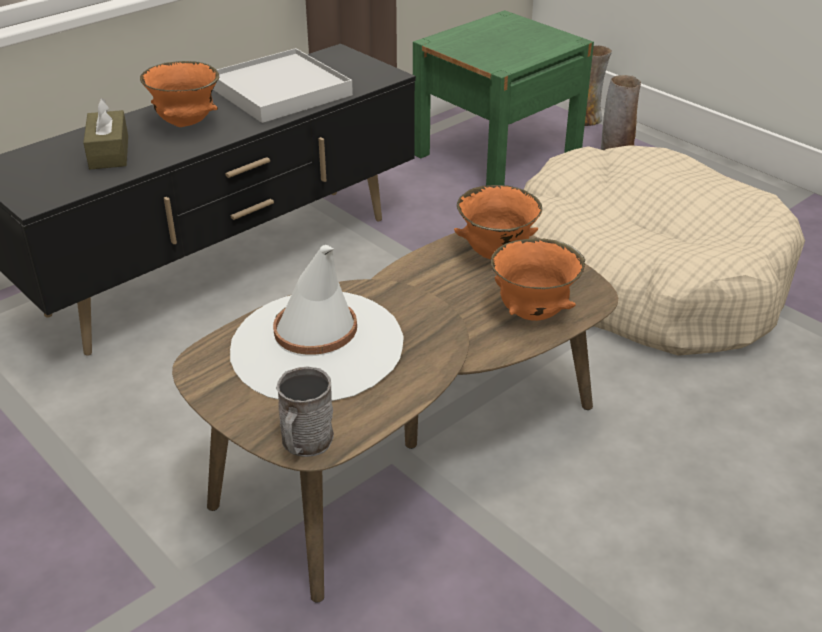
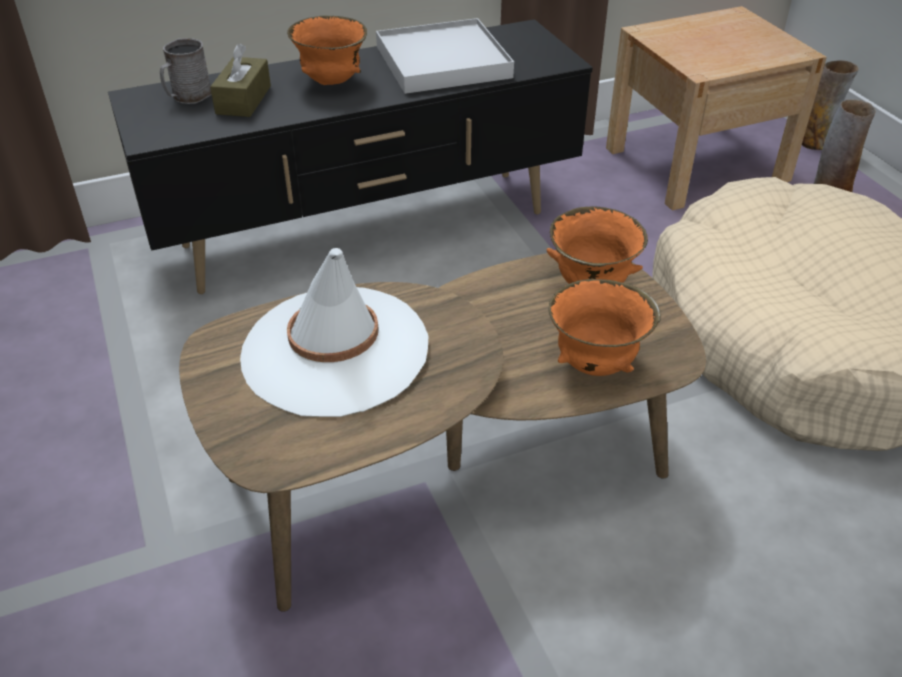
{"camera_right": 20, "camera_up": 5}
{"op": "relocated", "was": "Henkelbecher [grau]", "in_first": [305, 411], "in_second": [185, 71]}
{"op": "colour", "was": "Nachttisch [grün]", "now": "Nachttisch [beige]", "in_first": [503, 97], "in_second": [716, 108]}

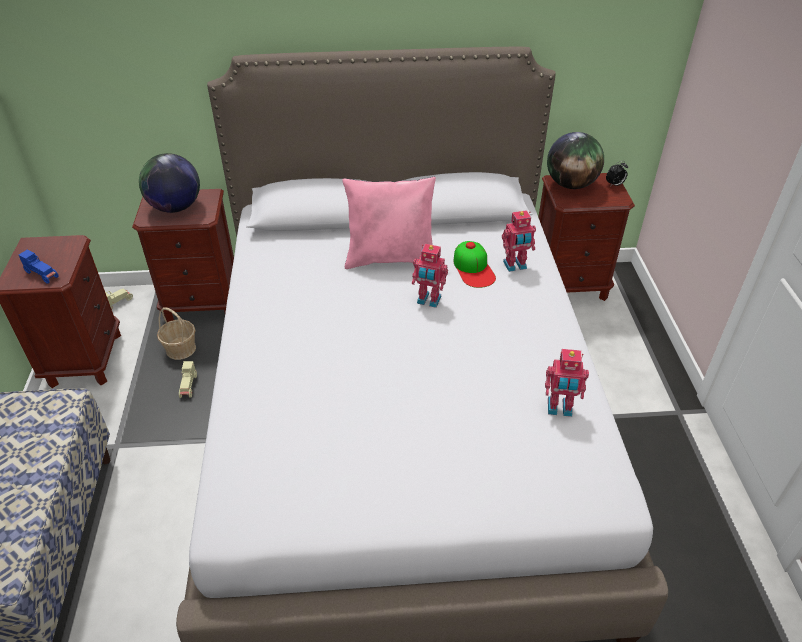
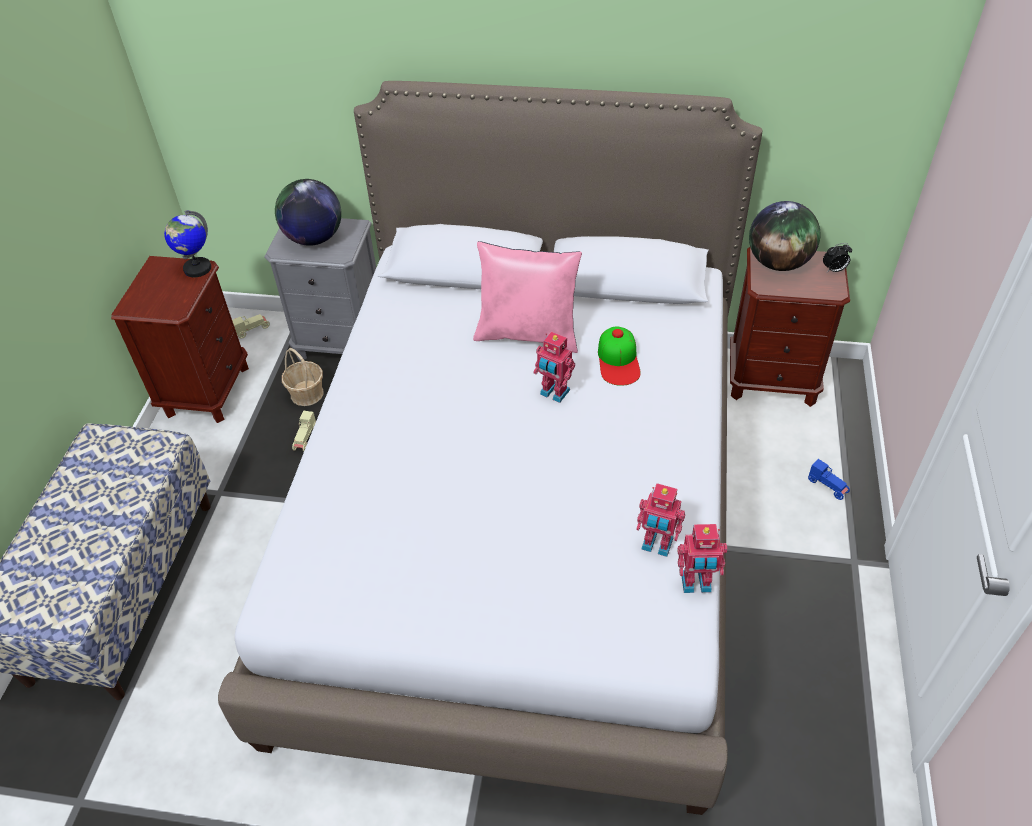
{"camera_right": 15, "camera_up": 5}
{"op": "appeared", "now": "Globus", "in_second": [187, 243]}
{"op": "colour", "was": "Nachttisch [braun]", "now": "Nachttisch [grau]", "in_first": [183, 255], "in_second": [320, 289]}
{"op": "relocated", "was": "Spielzeugroboter", "in_first": [519, 241], "in_second": [702, 558]}
{"op": "relocated", "was": "Spielzeugauto [blau]", "in_first": [38, 266], "in_second": [829, 479]}

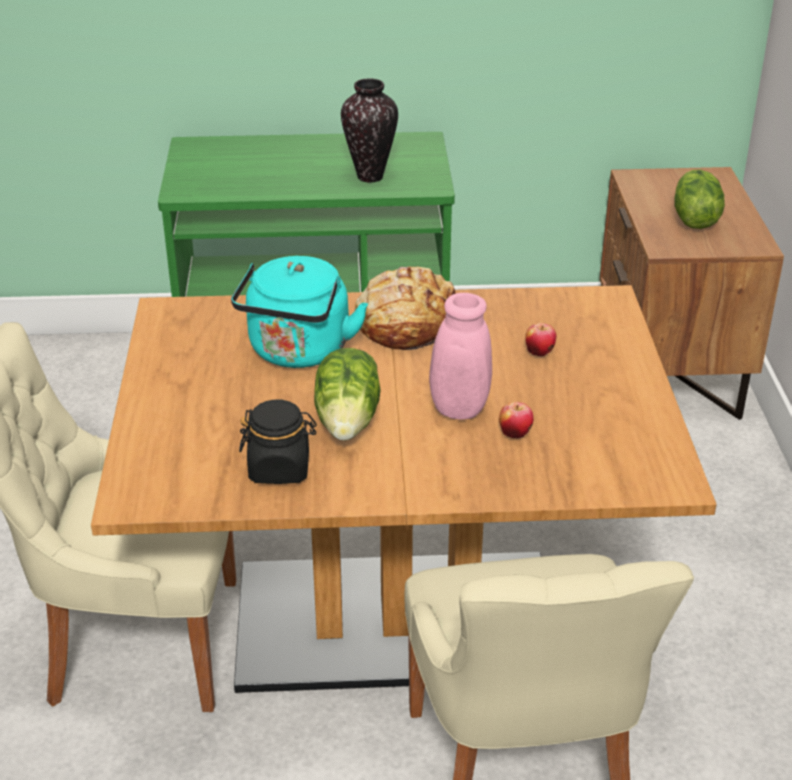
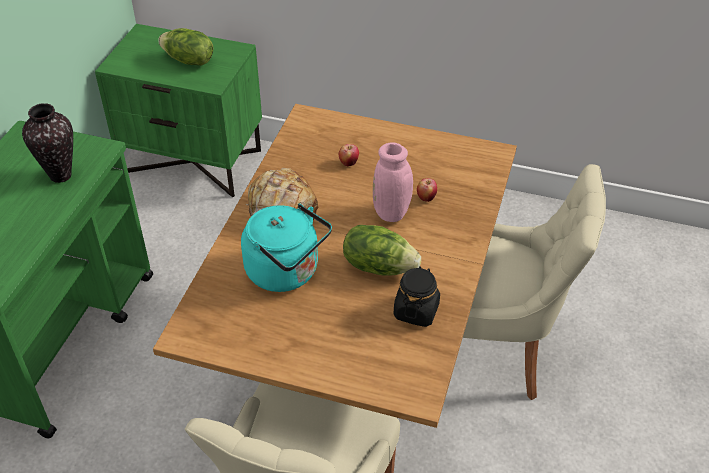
{"camera_right": -70, "camera_up": 10}
{"op": "colour", "was": "Nachttisch [braun]", "now": "Nachttisch [grün]", "in_first": [691, 293], "in_second": [178, 111]}

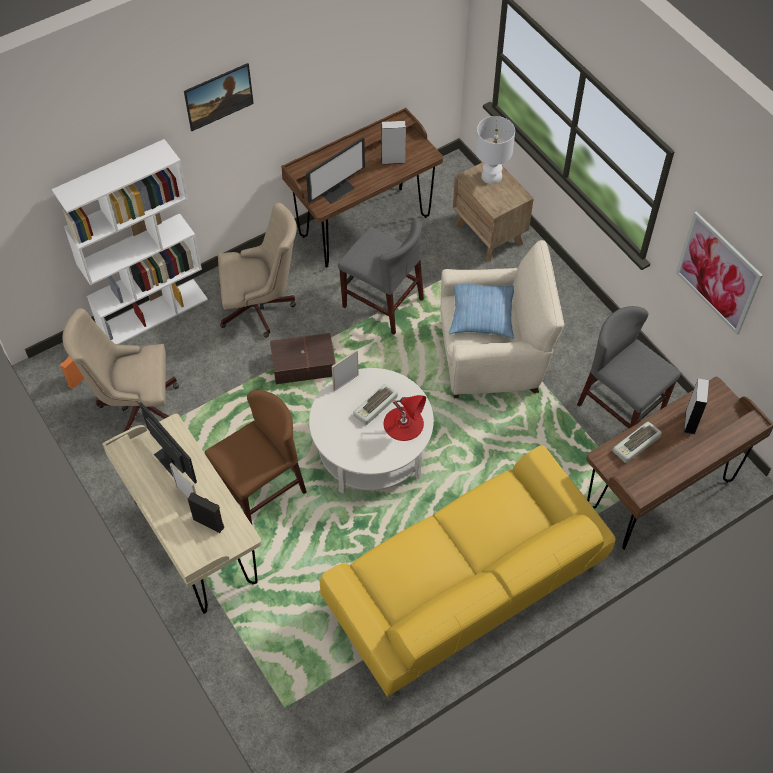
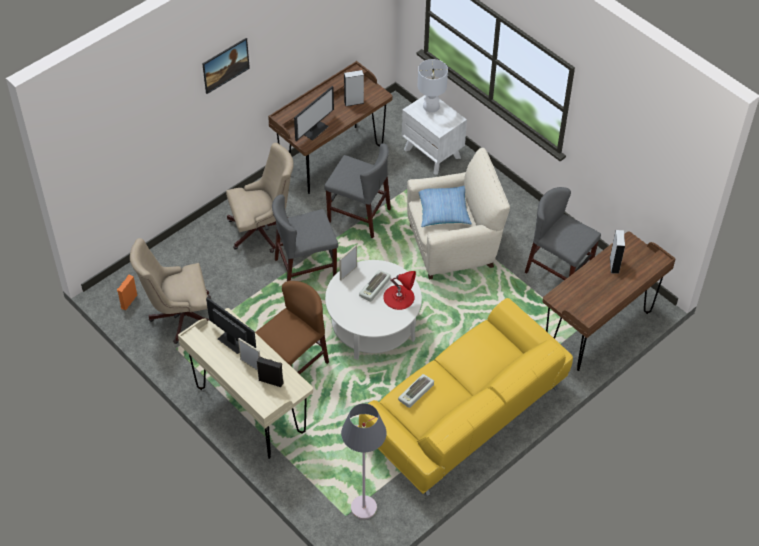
{"camera_right": -10, "camera_up": -5}
{"op": "exchanged", "was": "Aufbewahrungsbox [braun]", "now": "Stuhl [grau]", "in_first": [302, 358], "in_second": [305, 237]}
{"op": "appeared", "now": "Stehlampe [grau]", "in_second": [364, 461]}
{"op": "relocated", "was": "Tastatur", "in_first": [637, 442], "in_second": [416, 391]}
{"op": "colour", "was": "Nachttisch [braun]", "now": "Nachttisch [weiß]", "in_first": [493, 212], "in_second": [434, 135]}
{"op": "missing", "was": "Bücherregal [weiß]", "in_first": [130, 242]}
{"op": "missing", "was": "Bild", "in_first": [719, 273]}

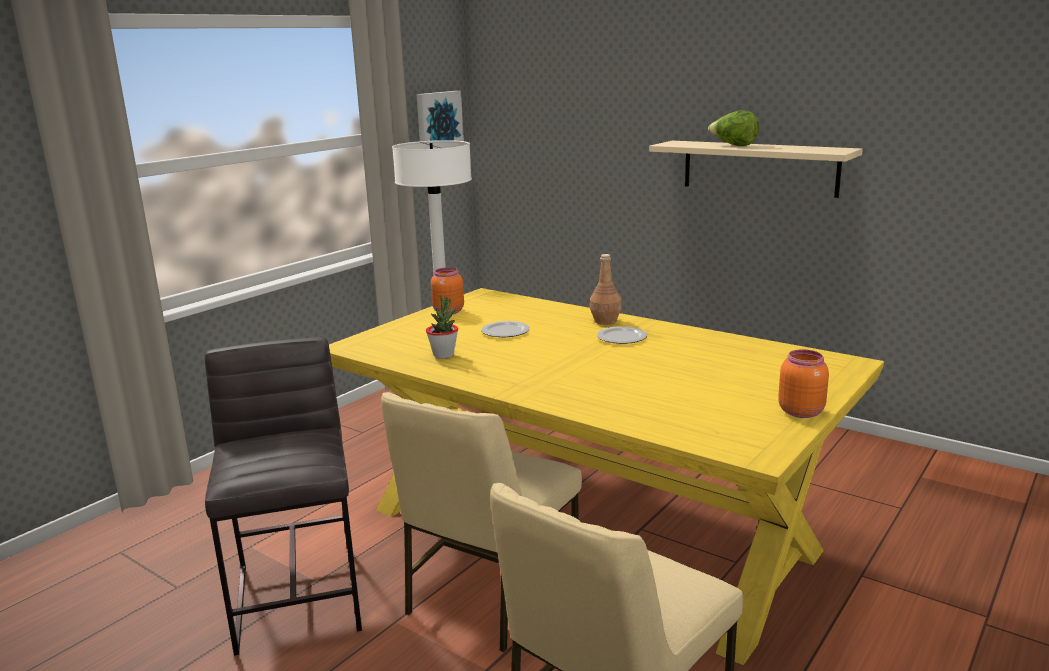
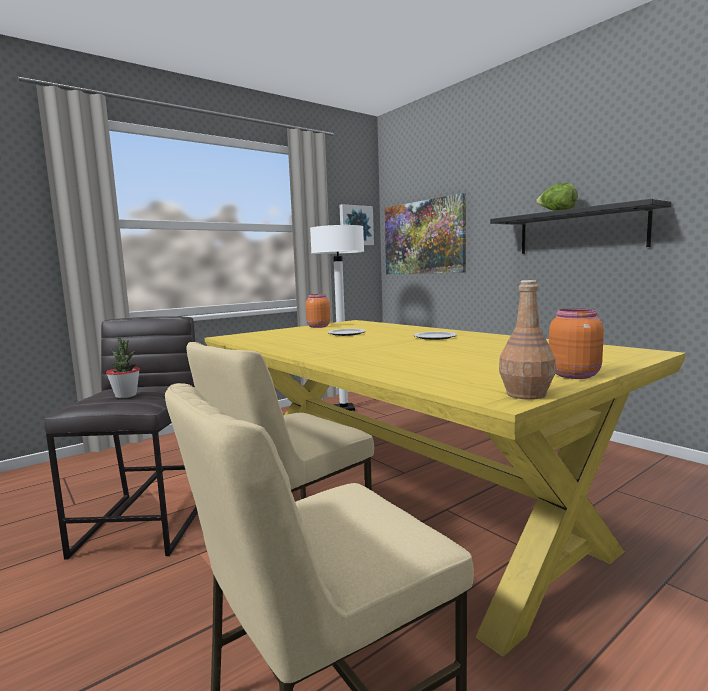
{"camera_right": 15, "camera_up": -10}
{"op": "relocated", "was": "Topfpflanze", "in_first": [442, 327], "in_second": [123, 368]}
{"op": "appeared", "now": "Bild", "in_second": [425, 233]}
{"op": "colour", "was": "Wandregal [beige]", "now": "Wandregal [schwarz]", "in_first": [756, 169], "in_second": [580, 226]}
{"op": "relocated", "was": "Flasche [braun]", "in_first": [606, 289], "in_second": [527, 340]}

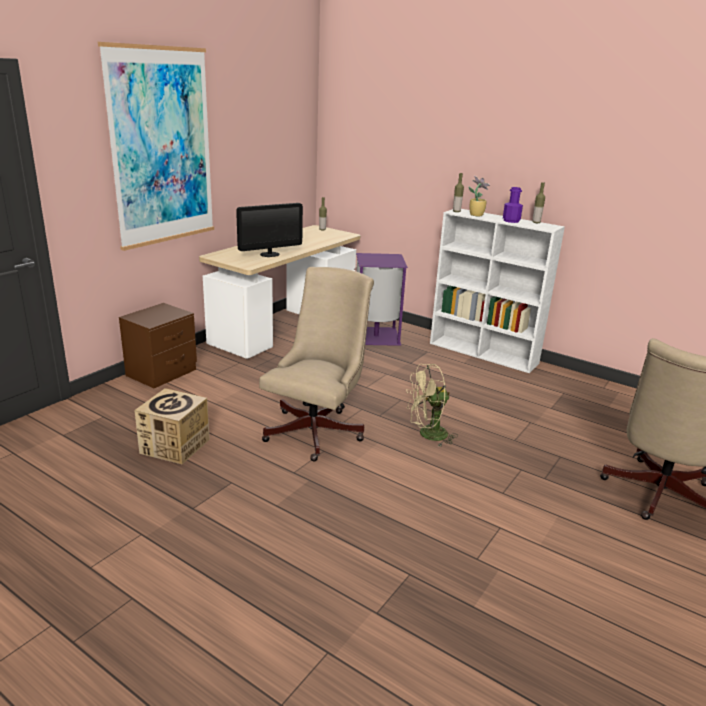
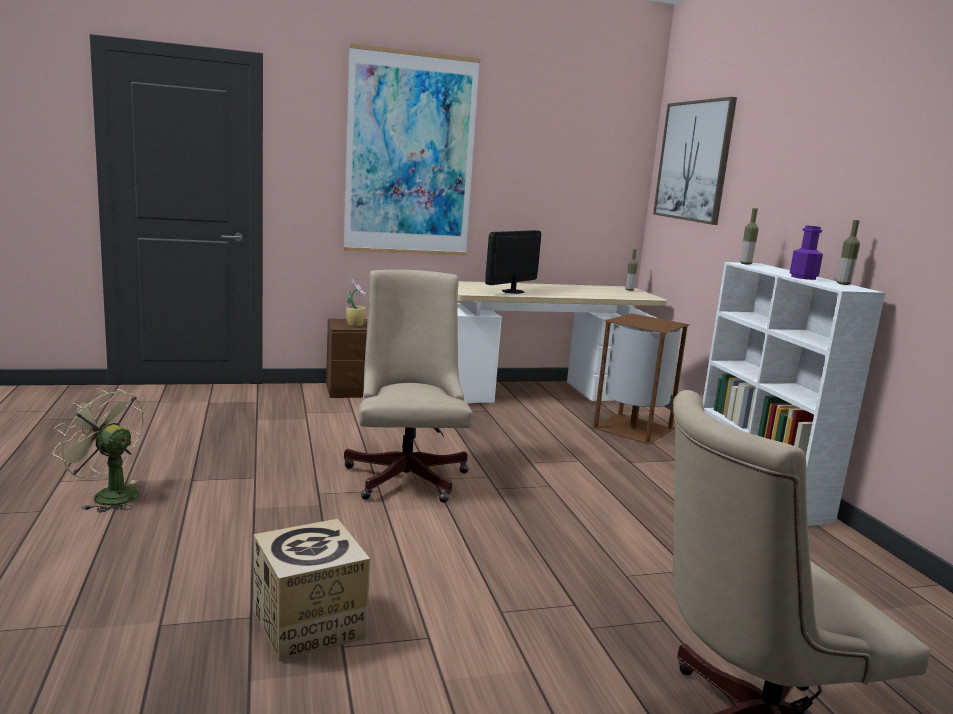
{"camera_right": 40, "camera_up": -10}
{"op": "relocated", "was": "Ventilator [beige]", "in_first": [432, 405], "in_second": [98, 450]}
{"op": "relocated", "was": "Karton", "in_first": [172, 426], "in_second": [312, 590]}
{"op": "spun", "was": "Bürostuhl [beige]", "in_first": [316, 364], "in_second": [408, 386], "clockwise": -75}
{"op": "relocated", "was": "Topfpflanze", "in_first": [479, 196], "in_second": [356, 302]}
{"op": "spun", "was": "Monitor", "in_first": [269, 230], "in_second": [513, 262], "clockwise": 120}
{"op": "colour", "was": "Mülleimer [lila]", "now": "Mülleimer [braun]", "in_first": [382, 299], "in_second": [640, 378]}
{"op": "appeared", "now": "Bild", "in_second": [695, 161]}

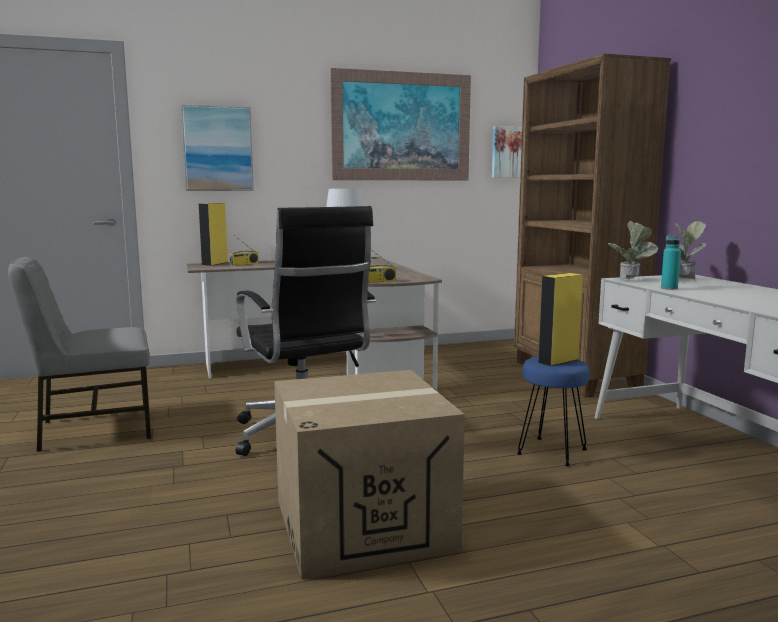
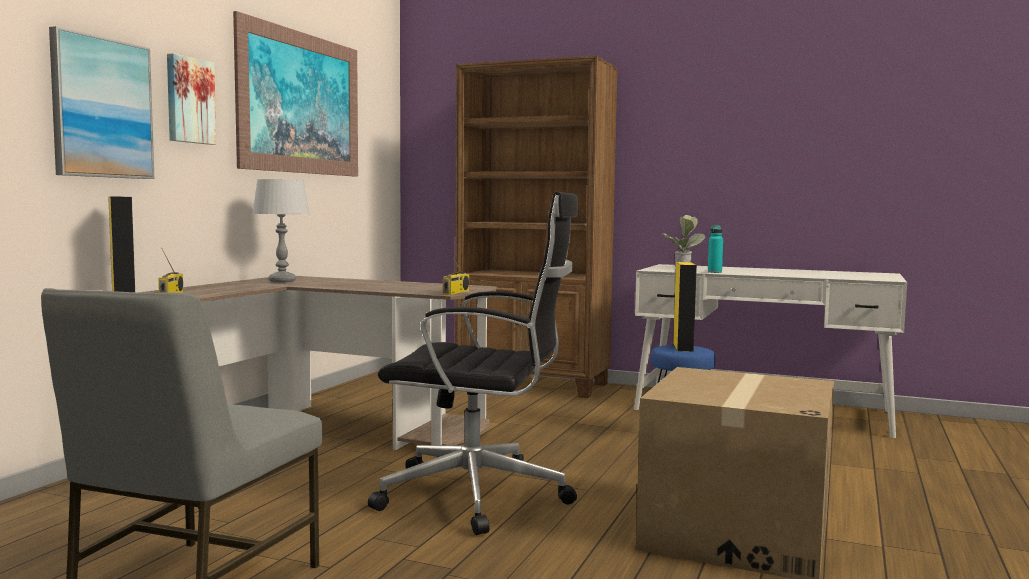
{"camera_right": -50, "camera_up": -5}
{"op": "relocated", "was": "Bild", "in_first": [507, 152], "in_second": [191, 99]}
{"op": "missing", "was": "Topfpflanze", "in_first": [633, 250]}

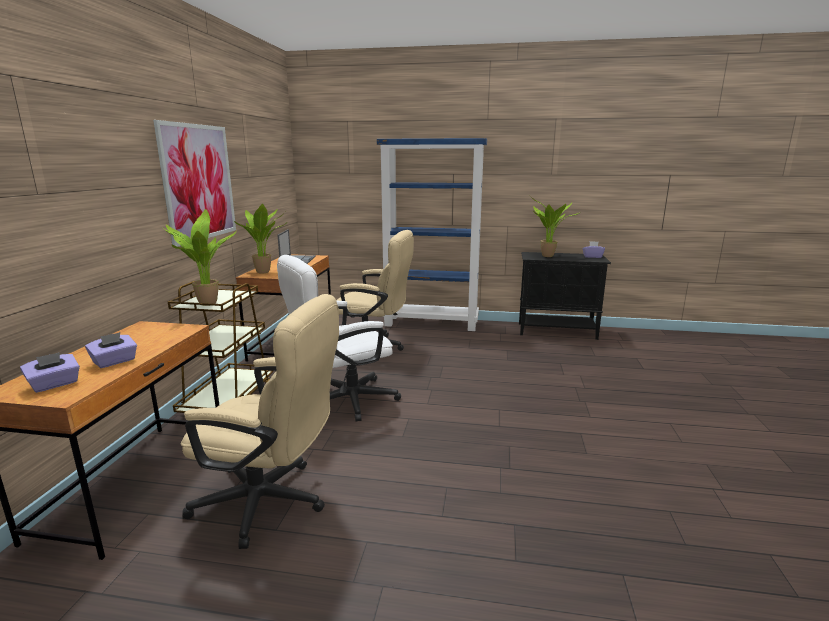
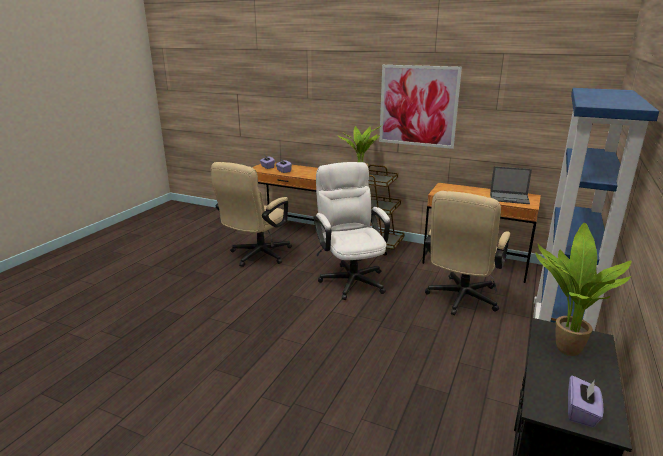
{"camera_right": 105, "camera_up": 5}
{"op": "missing", "was": "Topfpflanze", "in_first": [259, 239]}

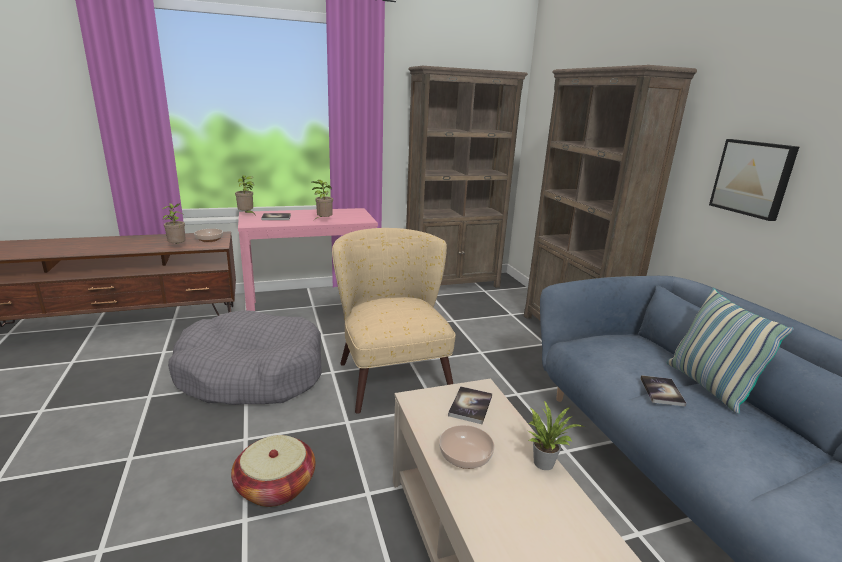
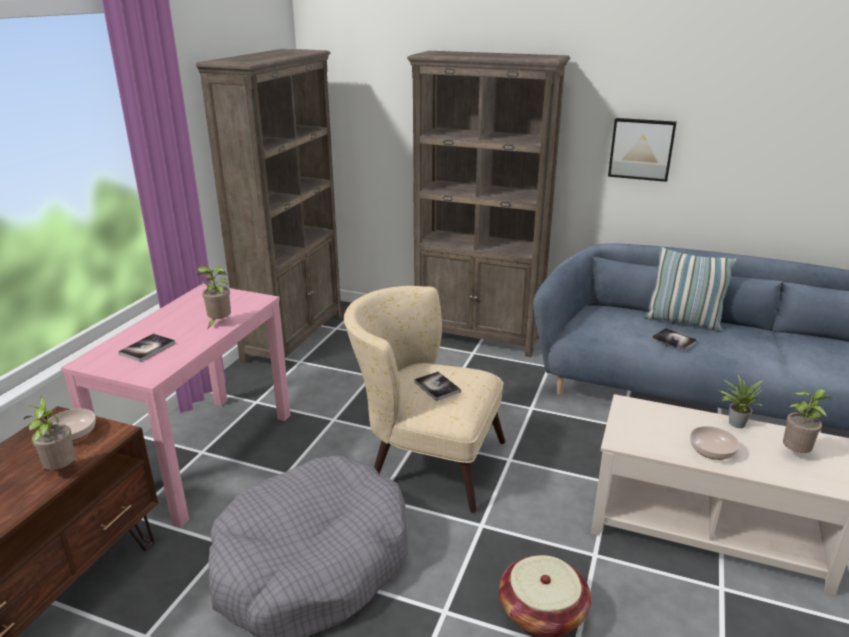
{"camera_right": -50, "camera_up": 5}
{"op": "relocated", "was": "Buch", "in_first": [470, 405], "in_second": [437, 386]}
{"op": "relocated", "was": "Topfpflanze", "in_first": [245, 195], "in_second": [807, 421]}

